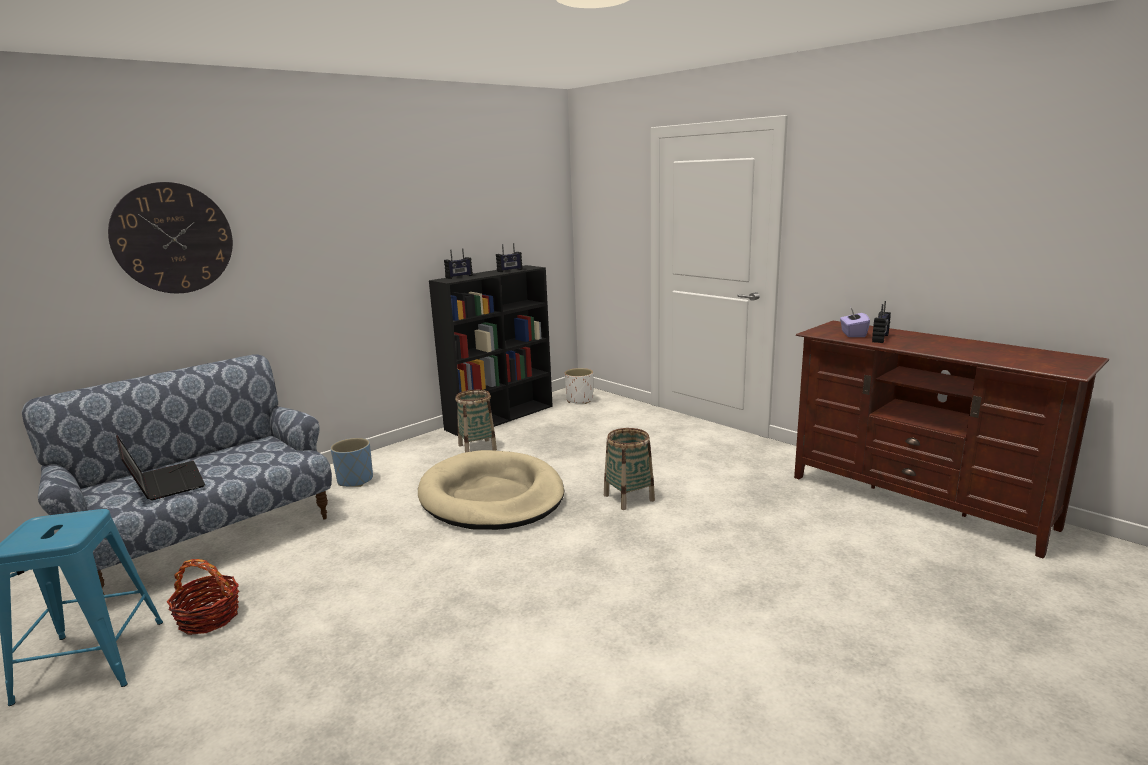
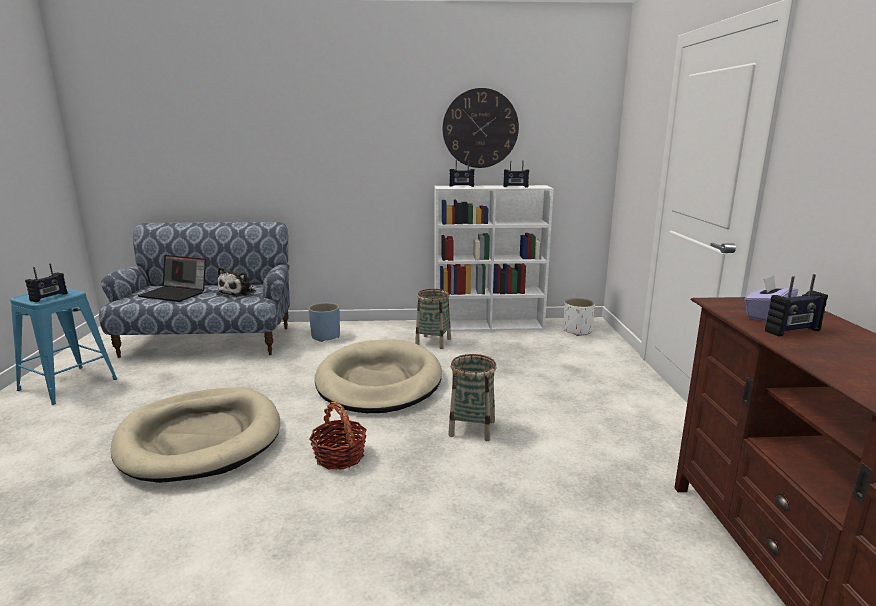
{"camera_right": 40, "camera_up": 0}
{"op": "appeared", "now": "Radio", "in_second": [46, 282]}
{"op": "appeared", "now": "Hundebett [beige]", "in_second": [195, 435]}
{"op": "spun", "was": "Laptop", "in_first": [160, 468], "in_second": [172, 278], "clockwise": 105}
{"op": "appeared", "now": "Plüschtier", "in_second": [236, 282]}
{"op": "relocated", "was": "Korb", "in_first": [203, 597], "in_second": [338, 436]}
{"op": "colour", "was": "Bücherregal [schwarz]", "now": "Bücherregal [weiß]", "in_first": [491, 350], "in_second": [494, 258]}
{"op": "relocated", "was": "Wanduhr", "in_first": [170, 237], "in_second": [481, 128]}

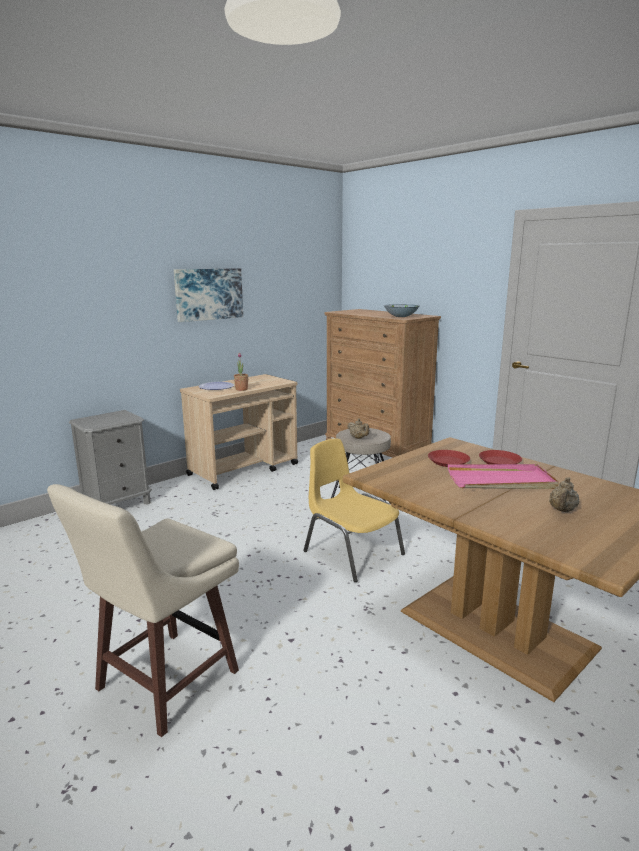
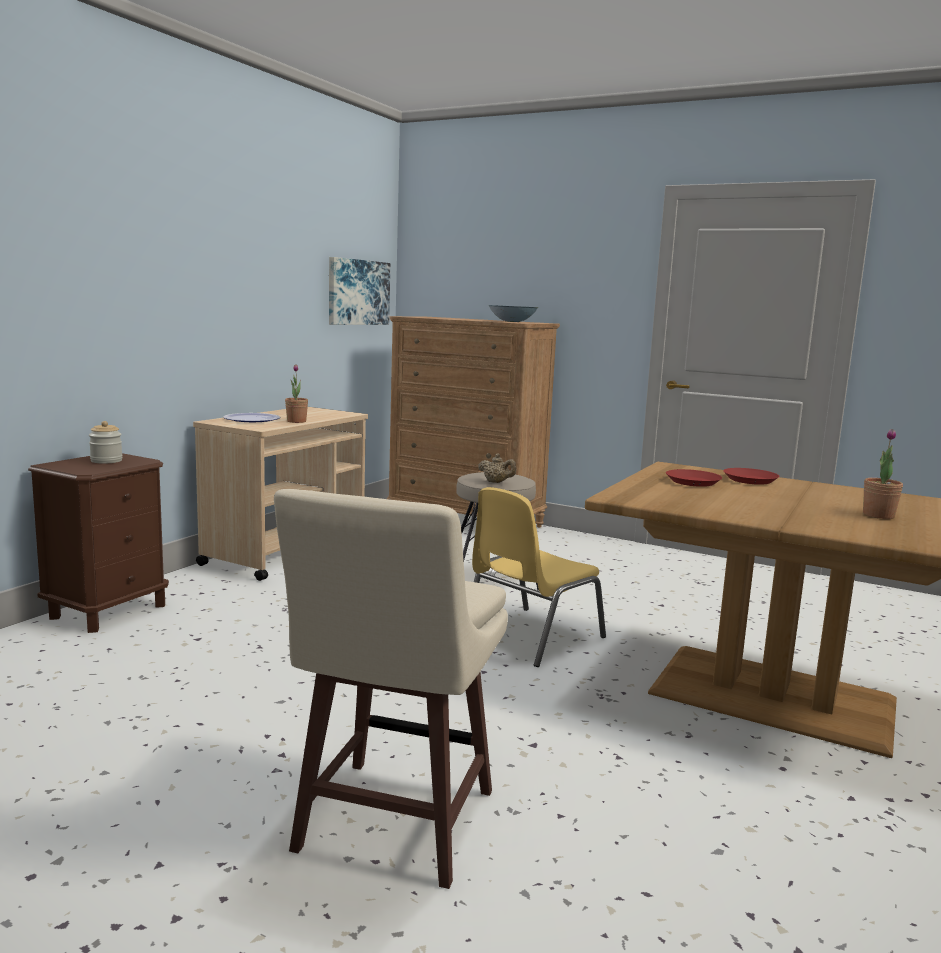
{"camera_right": -20, "camera_up": -5}
{"op": "colour", "was": "Nachttisch [grau]", "now": "Nachttisch [braun]", "in_first": [110, 457], "in_second": [98, 543]}
{"op": "appeared", "now": "Vorratsglas", "in_second": [106, 442]}
{"op": "relocated", "was": "Bild", "in_first": [208, 295], "in_second": [359, 291]}
{"op": "spun", "was": "Stuhl [gelb]", "in_first": [354, 510], "in_second": [539, 577], "clockwise": -75}
{"op": "exchanged", "was": "Teekanne [beige]", "now": "Topfpflanze", "in_first": [564, 494], "in_second": [883, 474]}
{"op": "missing", "was": "Tablett [rosa]", "in_first": [503, 476]}

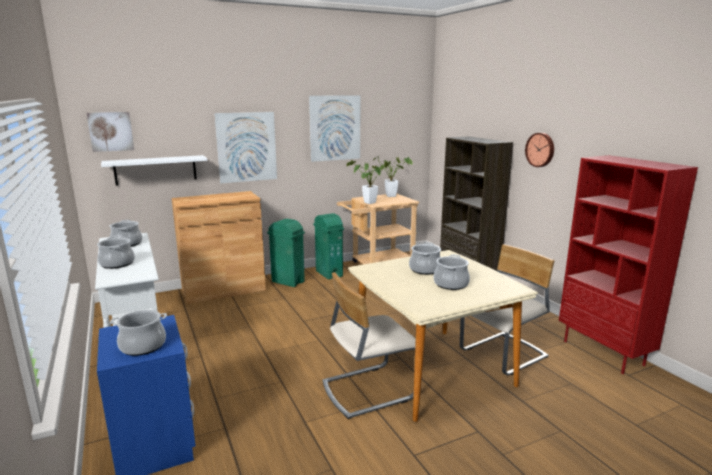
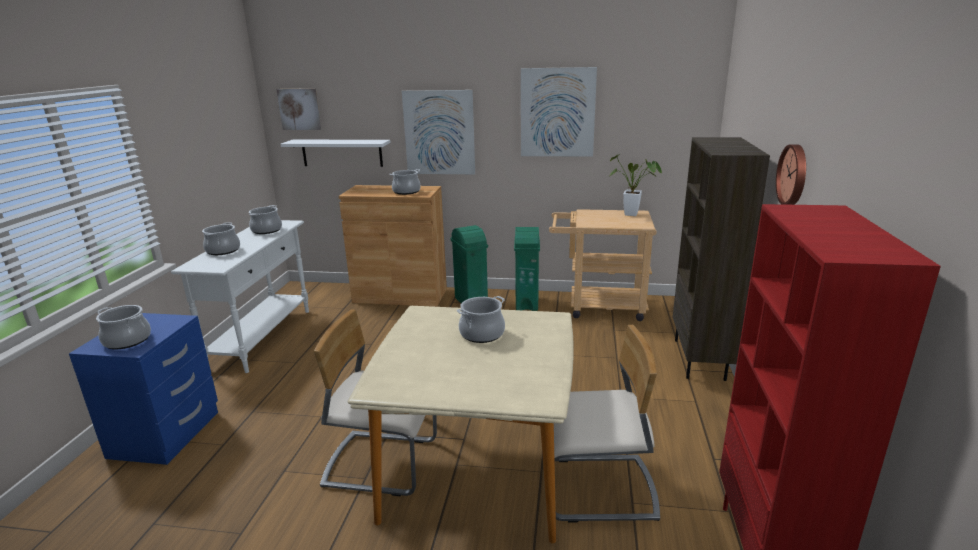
{"camera_right": 35, "camera_up": 5}
{"op": "relocated", "was": "Kochtopf", "in_first": [452, 272], "in_second": [404, 182]}
{"op": "missing", "was": "Topfpflanze", "in_first": [367, 182]}

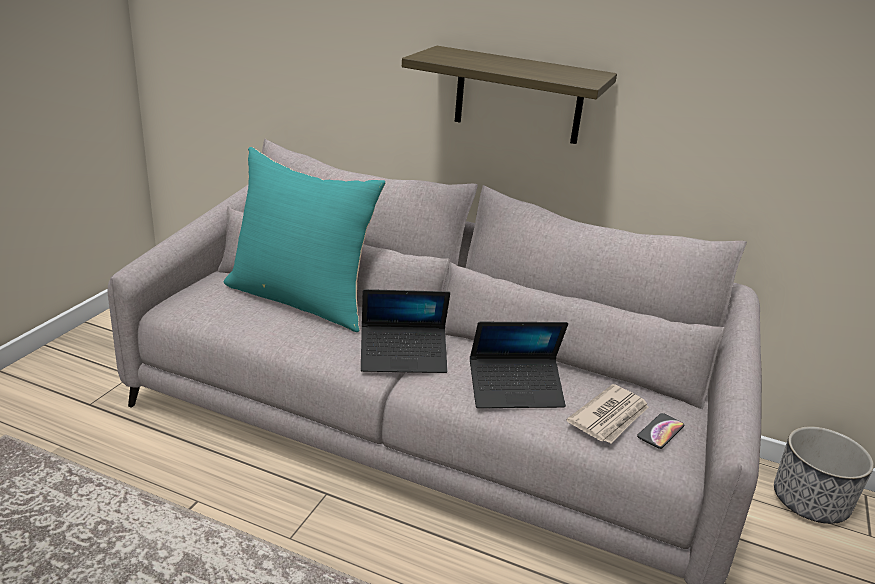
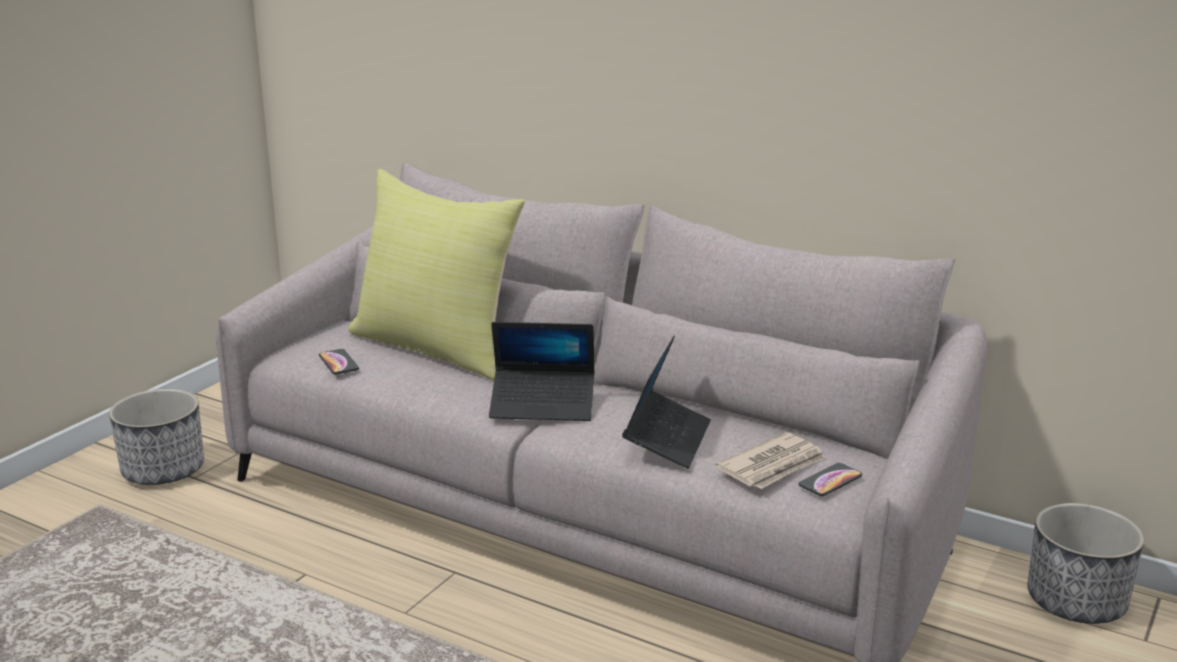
{"camera_right": 10, "camera_up": -5}
{"op": "appeared", "now": "Pflanzkübel", "in_second": [156, 437]}
{"op": "appeared", "now": "Handy", "in_second": [339, 361]}
{"op": "colour", "was": "Kissen [türkis]", "now": "Kissen [gelb]", "in_first": [305, 239], "in_second": [436, 274]}
{"op": "spun", "was": "Laptop", "in_first": [519, 365], "in_second": [666, 402], "clockwise": -75}
{"op": "missing", "was": "Wandregal", "in_first": [509, 95]}

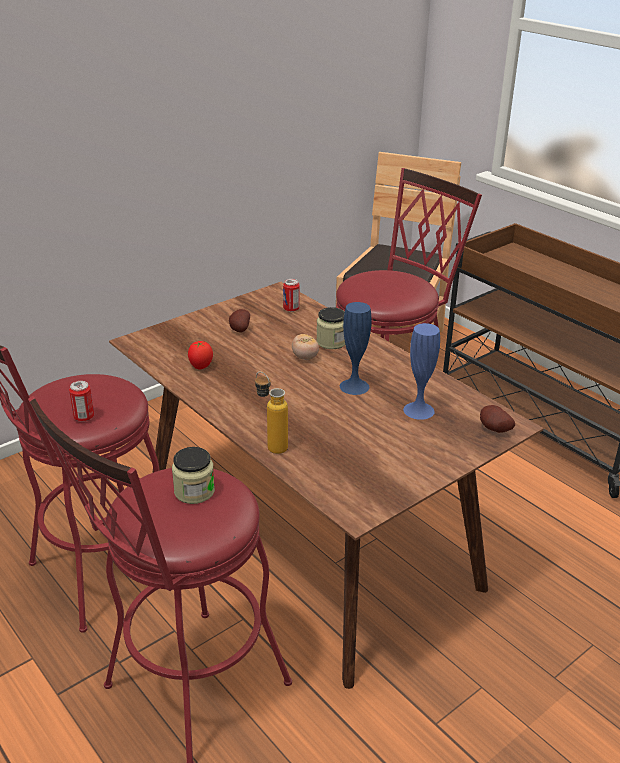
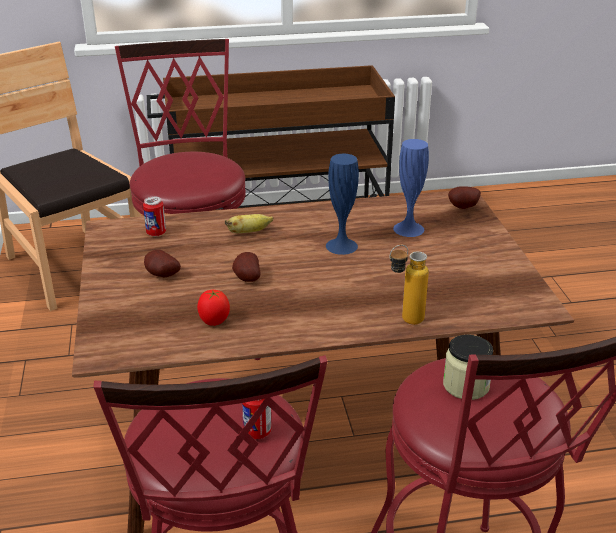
{"camera_right": -60, "camera_up": 0}
{"op": "exchanged", "was": "Vorratsglas", "now": "Banane", "in_first": [330, 328], "in_second": [249, 223]}
{"op": "appeared", "now": "Kartoffel", "in_second": [246, 267]}
{"op": "missing", "was": "Tomate", "in_first": [305, 347]}

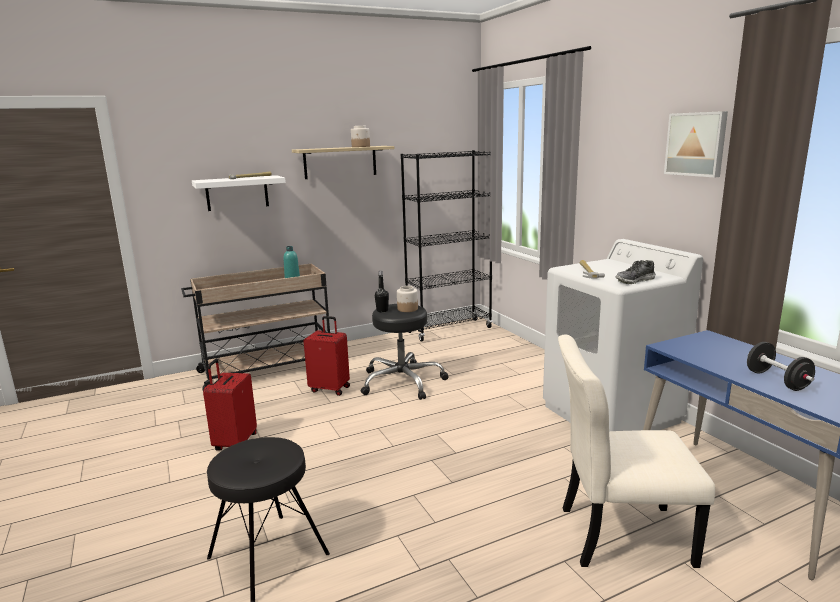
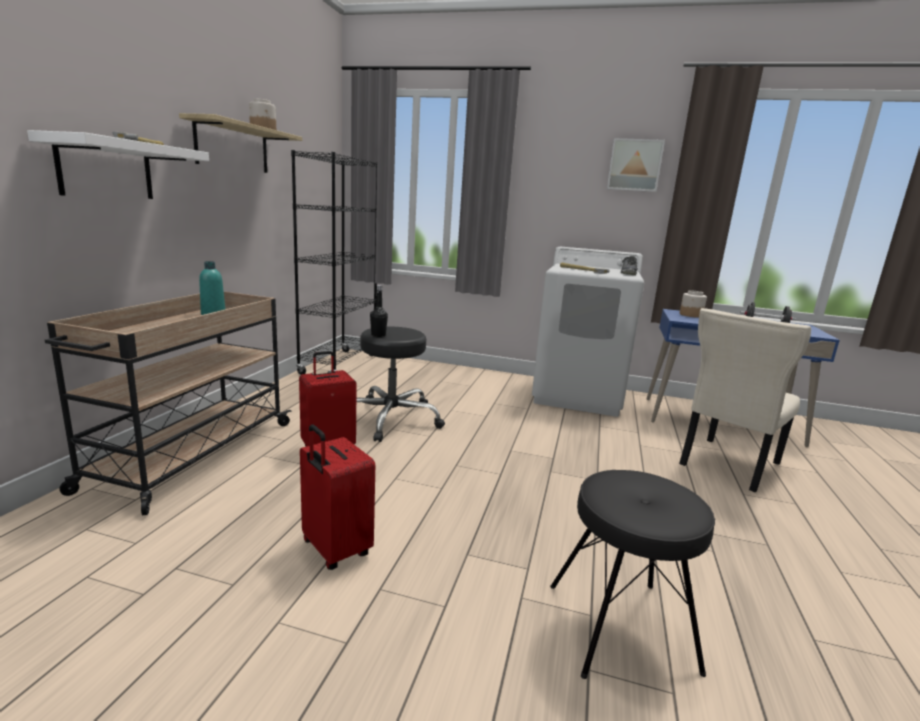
{"camera_right": -50, "camera_up": 0}
{"op": "relocated", "was": "Vorratsglas", "in_first": [407, 299], "in_second": [693, 304]}

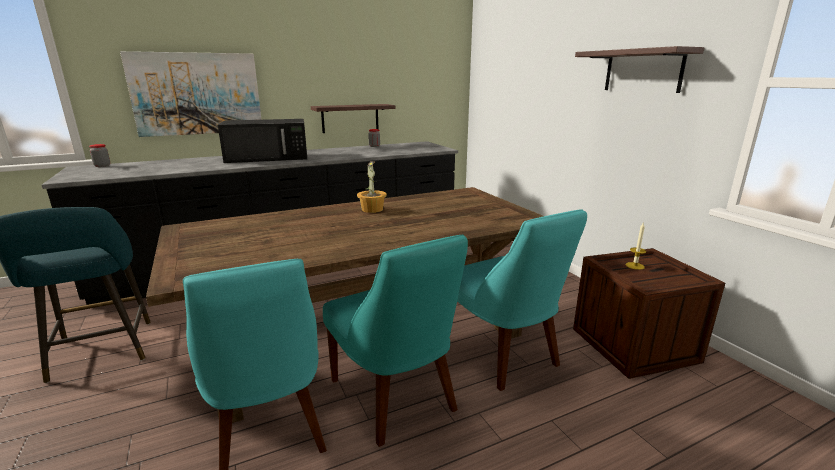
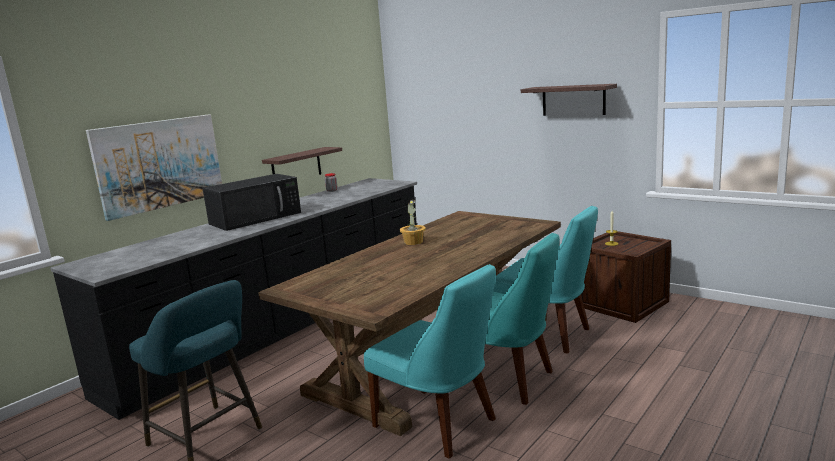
{"camera_right": -25, "camera_up": -5}
{"op": "missing", "was": "Vorratsglas", "in_first": [99, 155]}

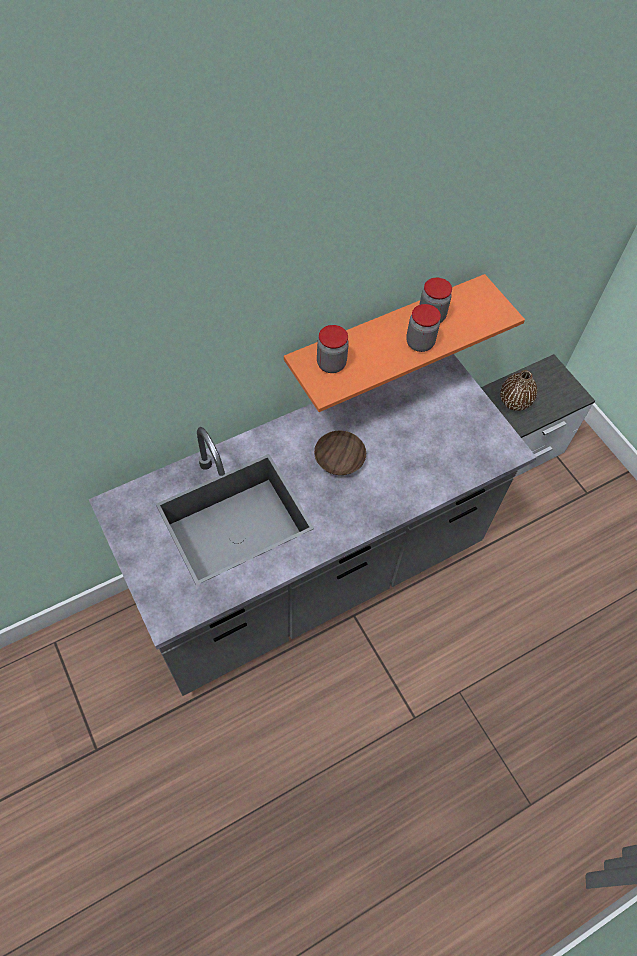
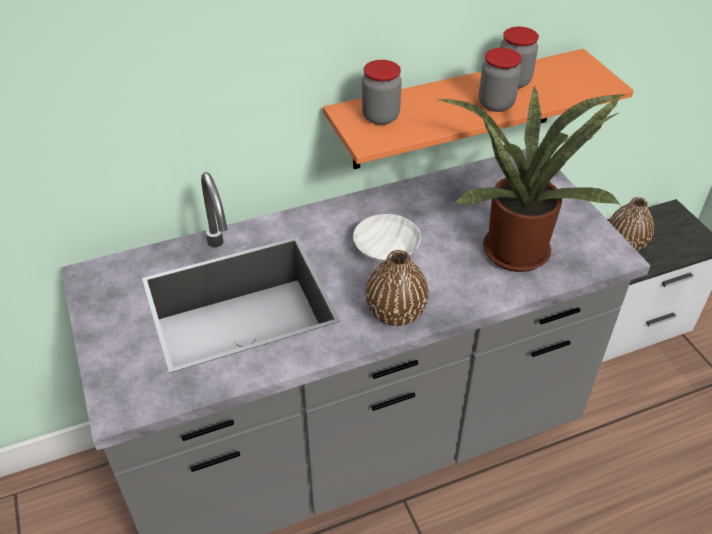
{"camera_right": 10, "camera_up": -15}
{"op": "colour", "was": "Schüssel [braun]", "now": "Schüssel [weiß]", "in_first": [340, 453], "in_second": [387, 238]}
{"op": "appeared", "now": "Vase [braun]", "in_second": [397, 288]}
{"op": "appeared", "now": "Topfpflanze", "in_second": [532, 179]}

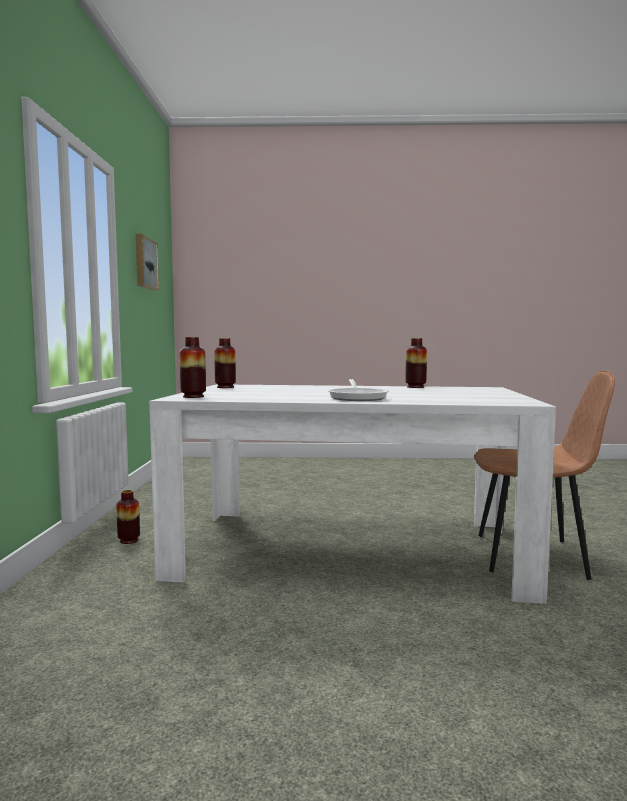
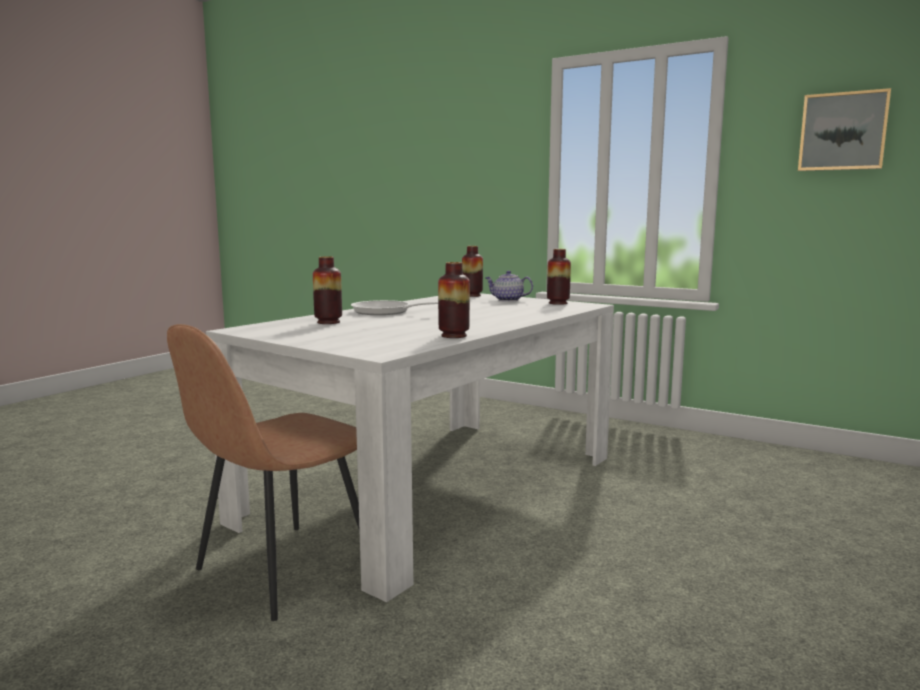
{"camera_right": 120, "camera_up": 5}
{"op": "relocated", "was": "Vase", "in_first": [128, 517], "in_second": [327, 290]}
{"op": "appeared", "now": "Teekanne", "in_second": [509, 286]}

